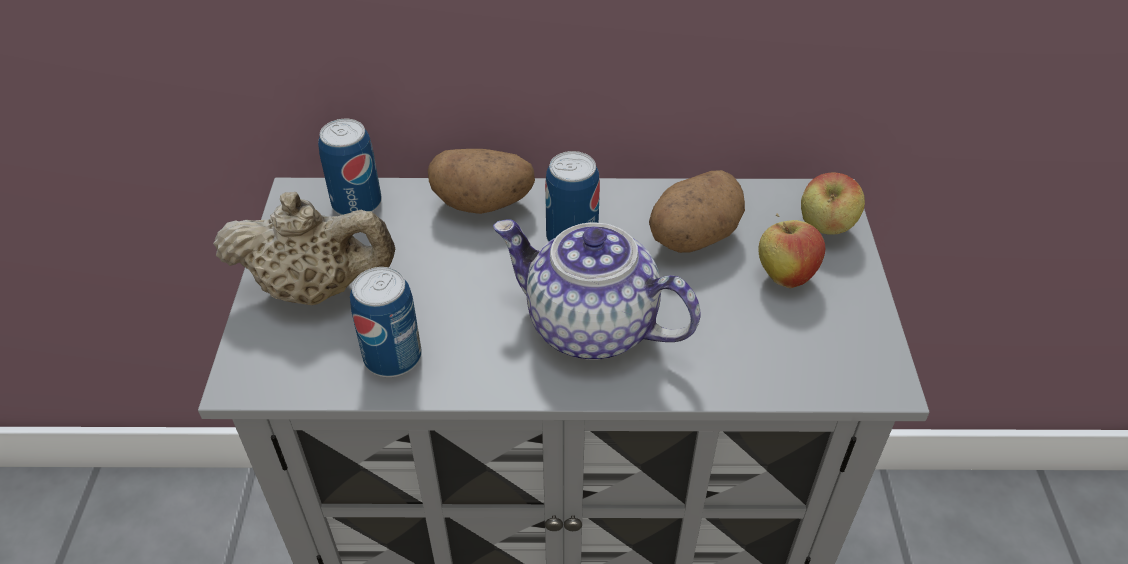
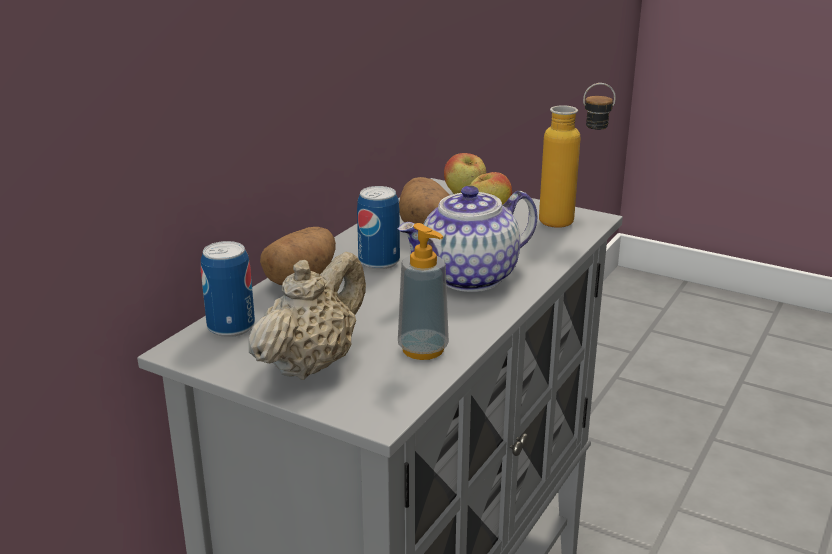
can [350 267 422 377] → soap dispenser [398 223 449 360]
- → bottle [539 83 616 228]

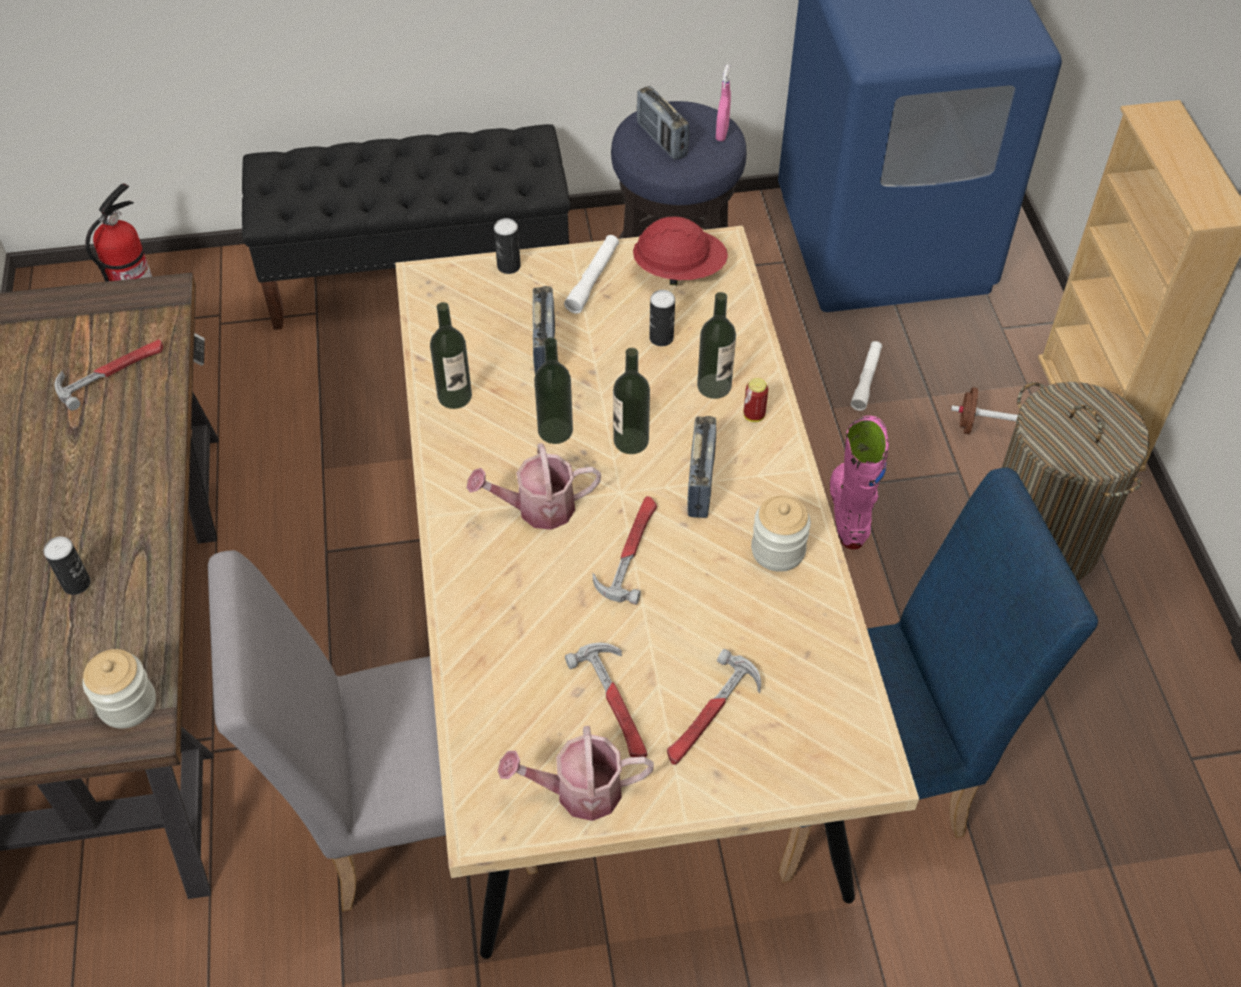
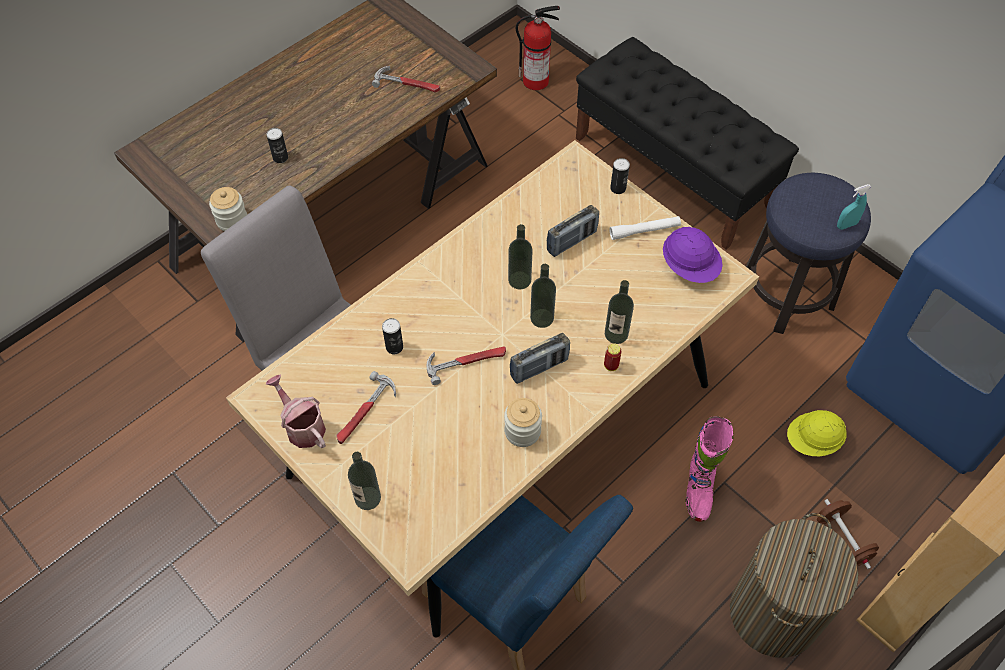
bottle [430 302 472 409] → bottle [348 452 381 510], moved
watering can [467 443 601 530] → -
red hard hat [633 216 728 285] → purple hard hat [663 227 723 283]
radio [637 86 689 160] → -
can [649 290 675 346] → can [382 318 403 354], moved
hammer [667 649 761 765] → -
pink spray bottle [716 65 731 141] → turquoise spray bottle [837 184 871 230]
pink boot [830 415 889 550] → pink boot [685 416 733 522], 135 degrees clockwise
white flashlight [851 341 882 411] → yellow hard hat [787 410 847 456]

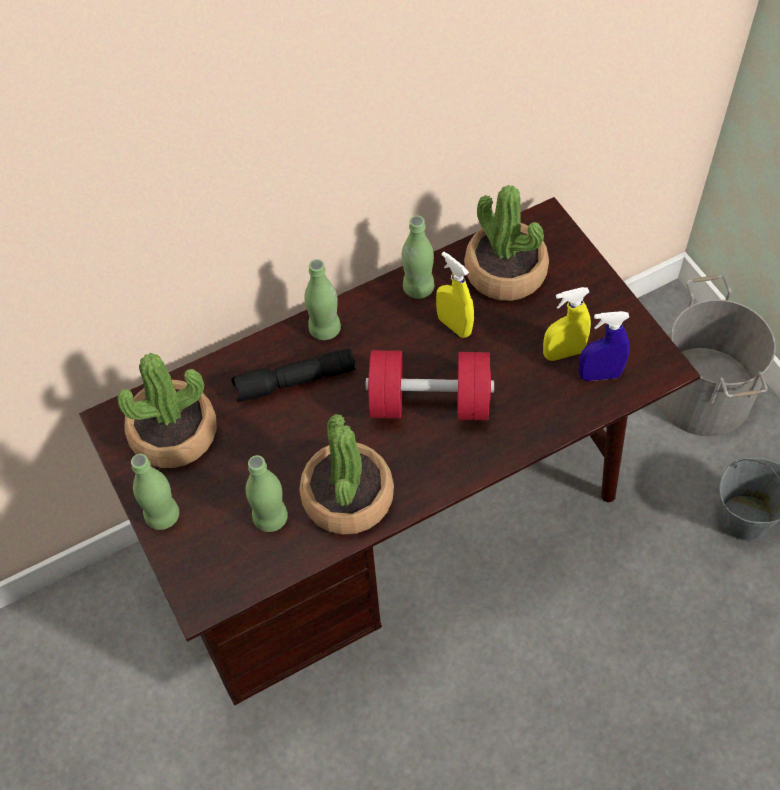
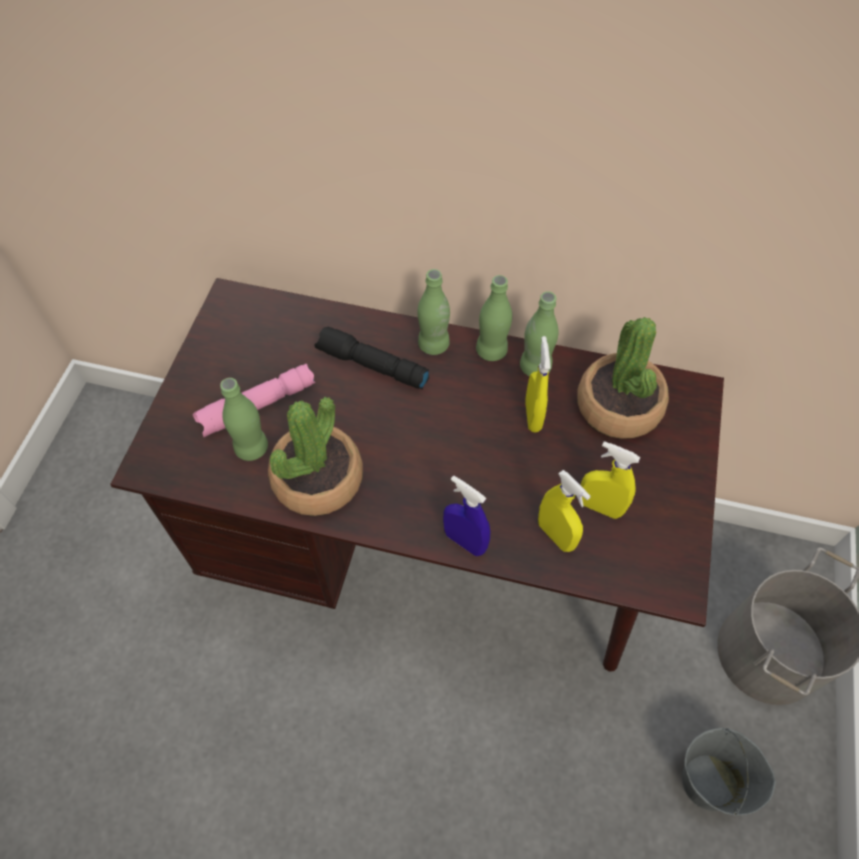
potted plant [118 353 217 468] → -
green bottle [131 454 179 530] → green bottle [476 275 512 361], moved
red dumbbell [365 350 494 420] → -
blue spray bottle [579 311 629 381] → blue spray bottle [443 476 490 556], moved
- → pink flashlight [193 364 315 437]
- → yellow spray bottle [538 470 591 552]

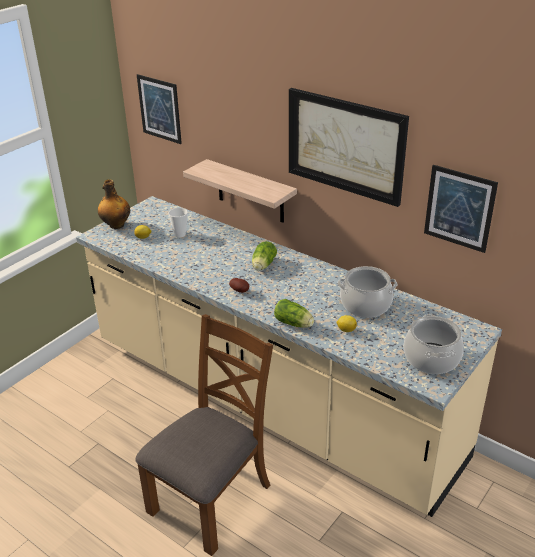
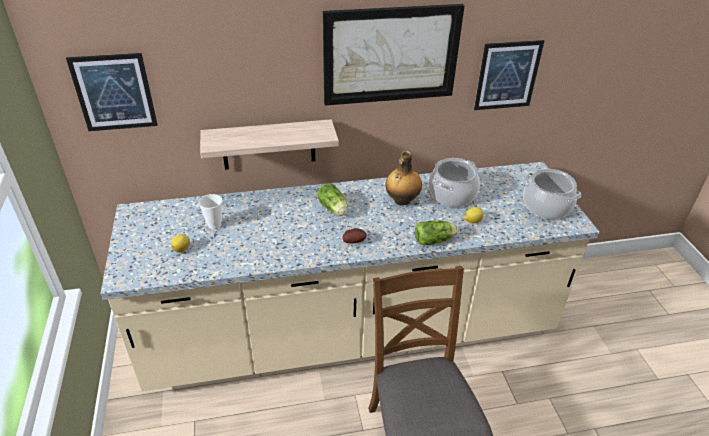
bottle [98 179 130 229] → bottle [386 151 422 206], moved

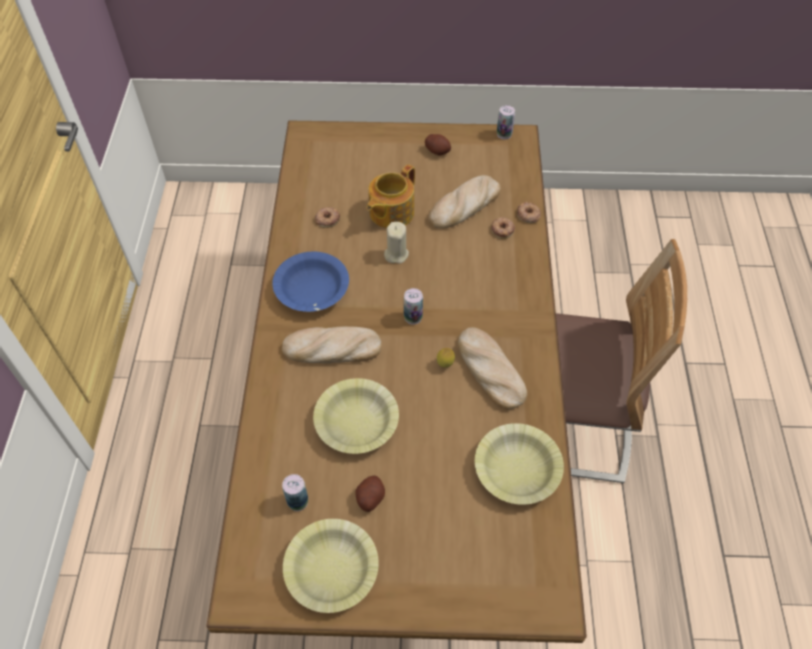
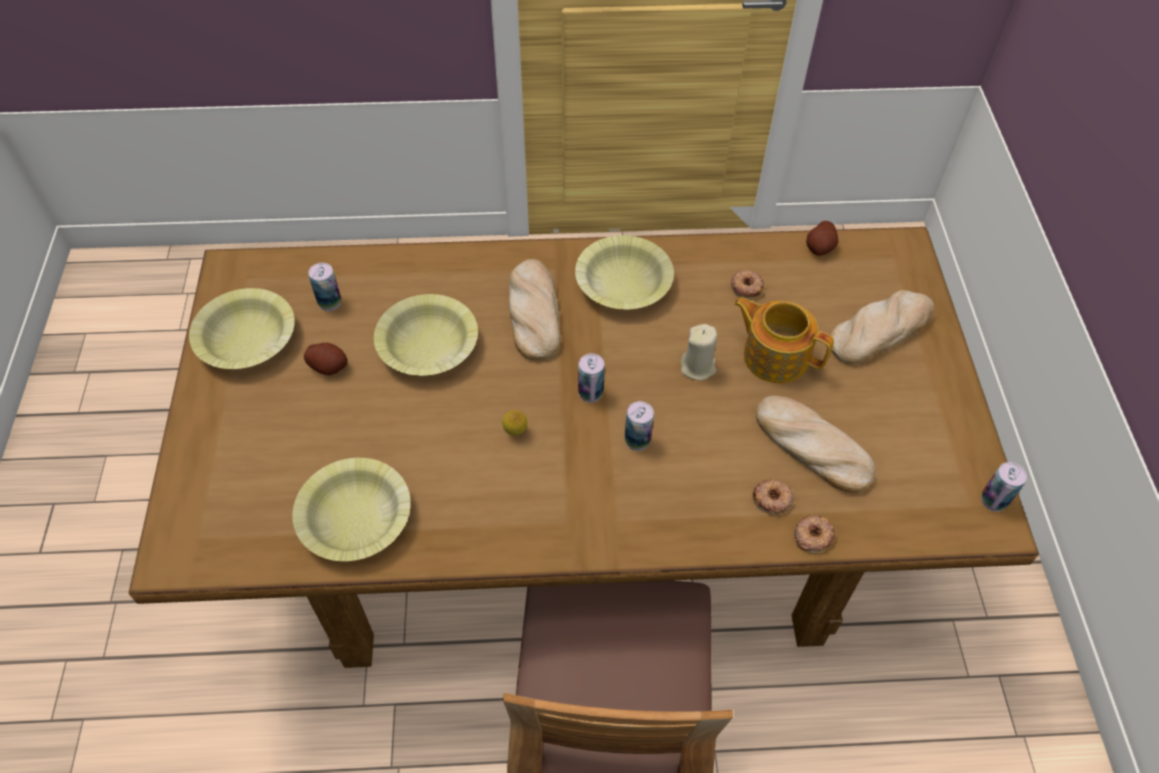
blue bowl [272 252 349 312] → yellow bowl [575 235 674 310]
potato [425 134 451 155] → potato [806 221 838 256], moved
bread [458 327 527 410] → bread [830 290 934 364], moved
- → can [625 401 654 451]

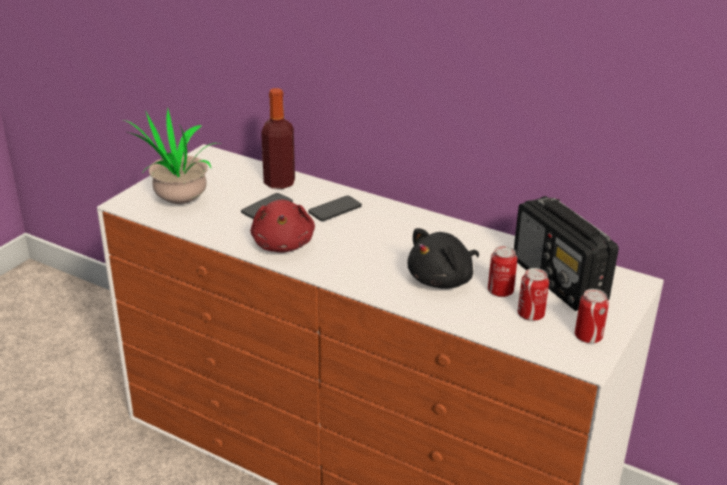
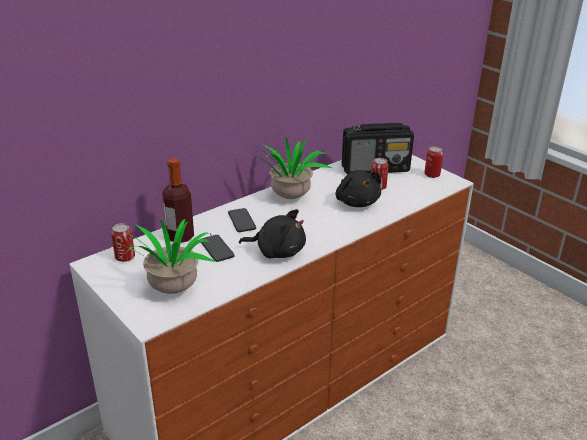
red plush toy [251 200 315 253] → black plush toy [239 209 306 259]
can [518 268 549 321] → can [111 223 135 262], moved
- → potted plant [248 138 333 199]

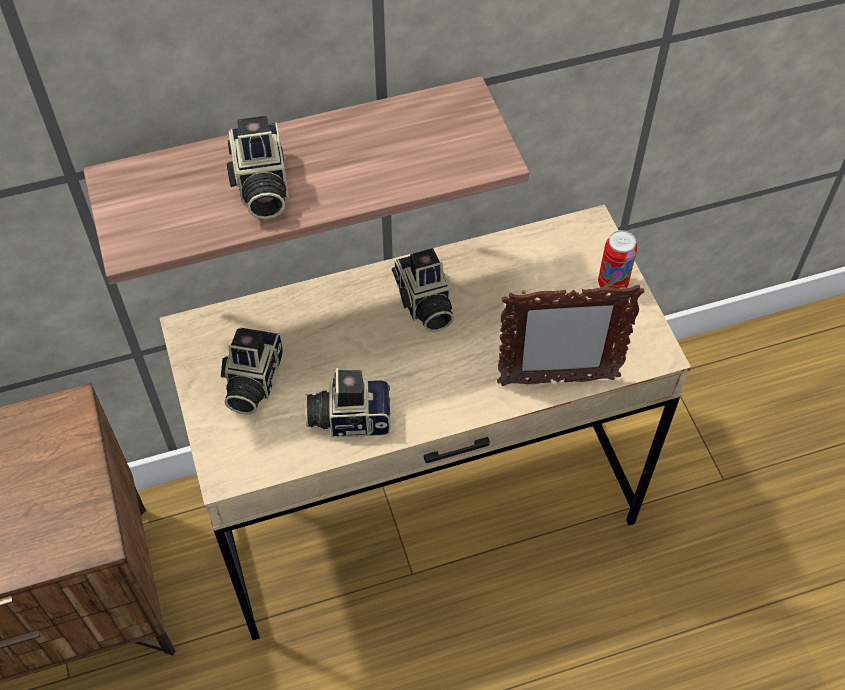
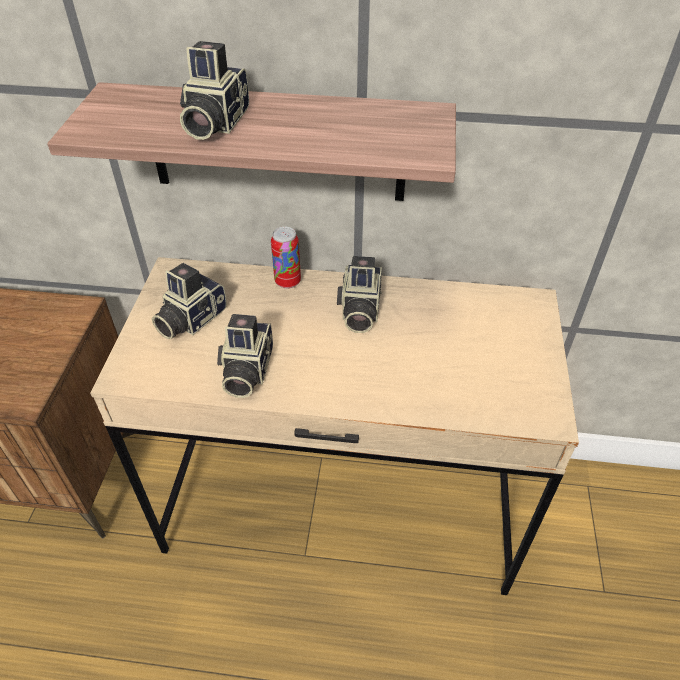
photo camera [305 368 391 437] → photo camera [217 314 273 398], 105 degrees counterclockwise
picture frame [497 283 644 386] → -
can [598 230 637 294] → can [271 227 301 289], moved

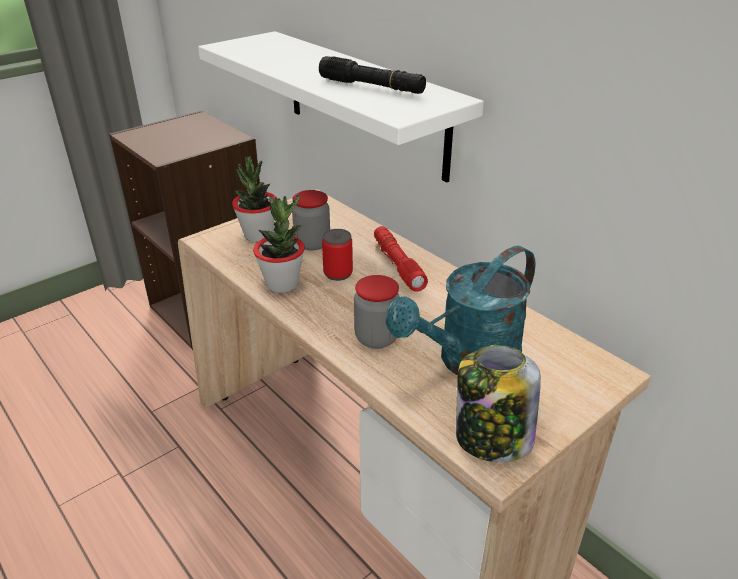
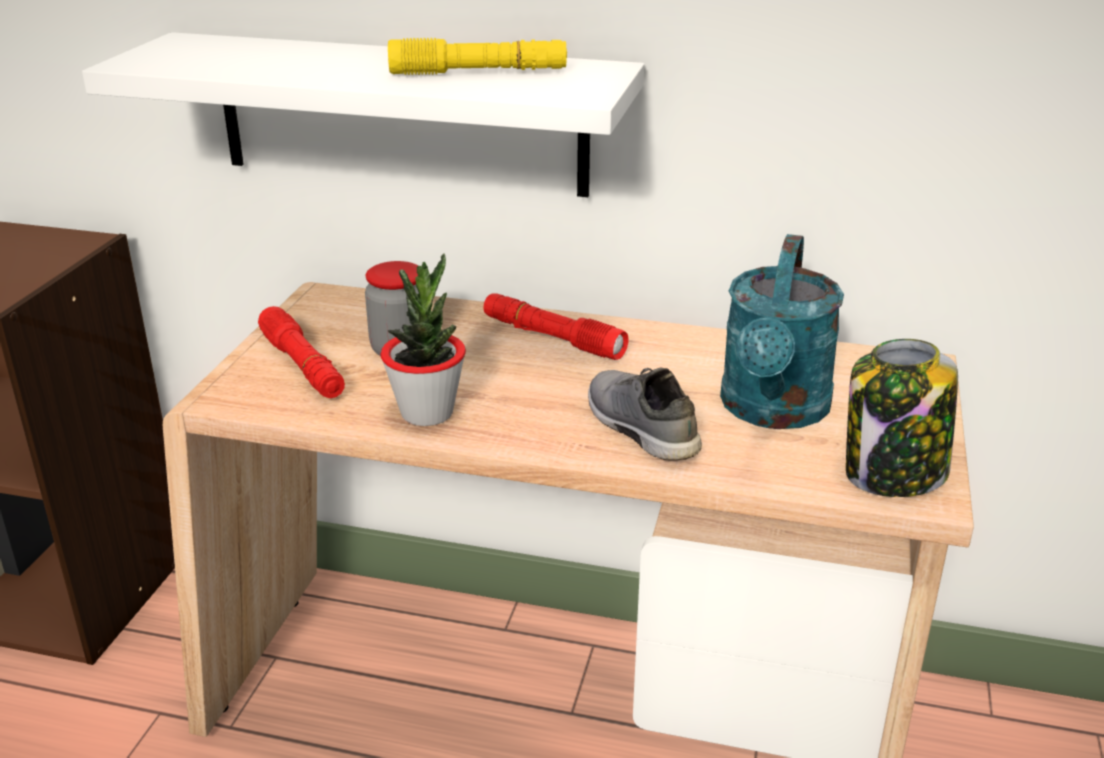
potted plant [232 156 276 242] → red flashlight [258 306 345 398]
black flashlight [319 56 426 94] → yellow flashlight [388 38 567 75]
can [322 229 353 281] → -
jar [354 275 400 349] → grey shoe [588 367 702 461]

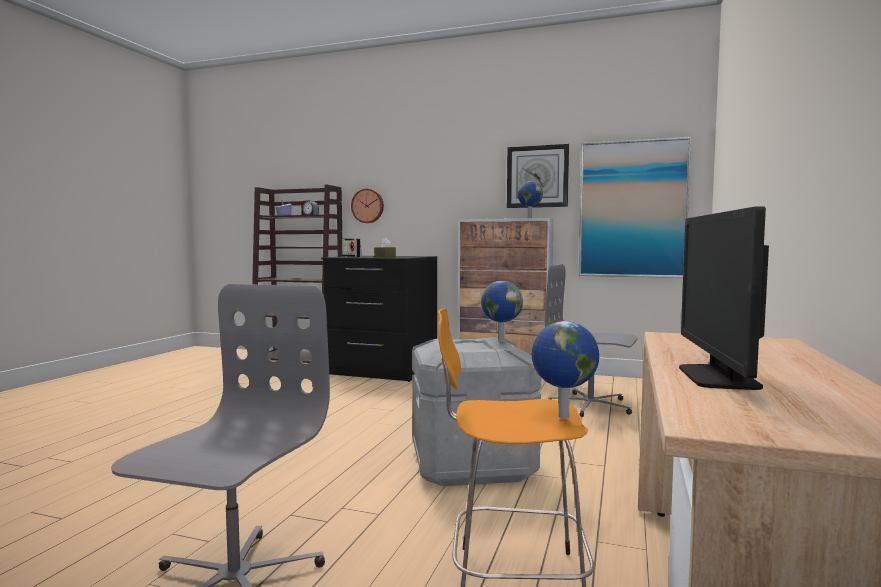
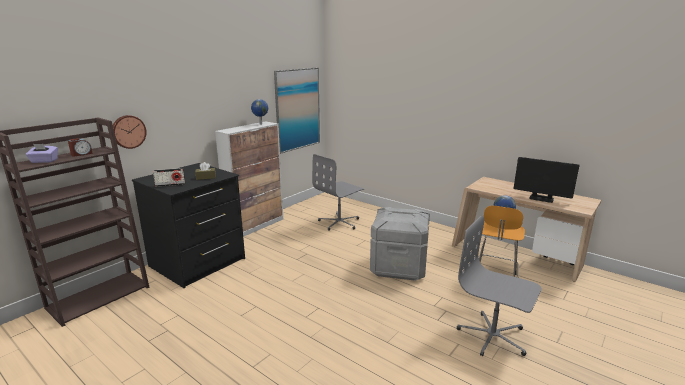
globe [481 281 523 342] → -
wall clock [507 144 569 208] → -

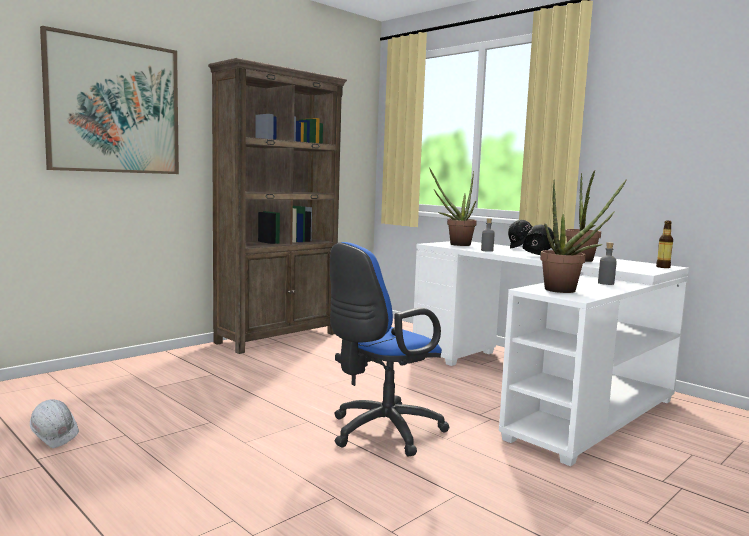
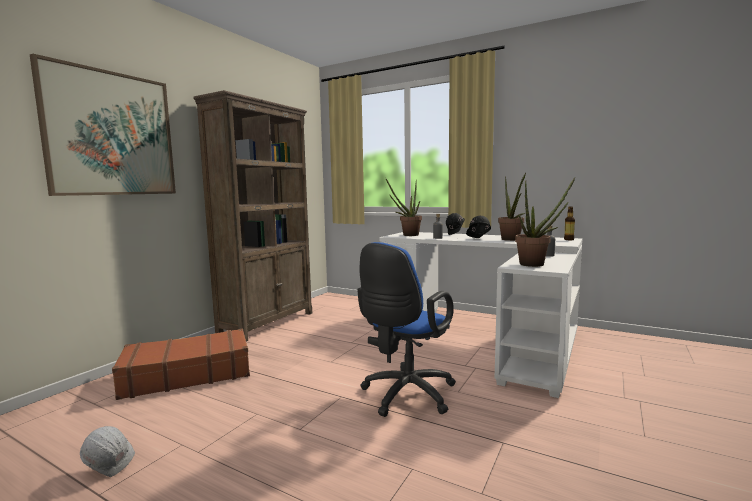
- → brown suitcase [112 328 250 400]

